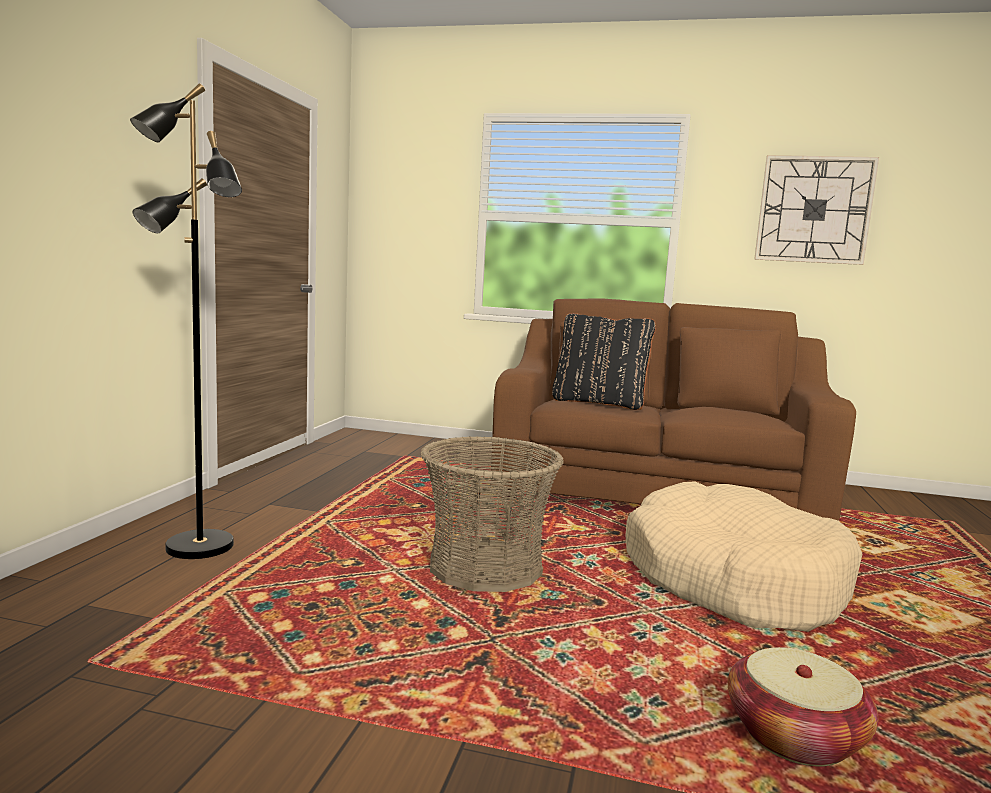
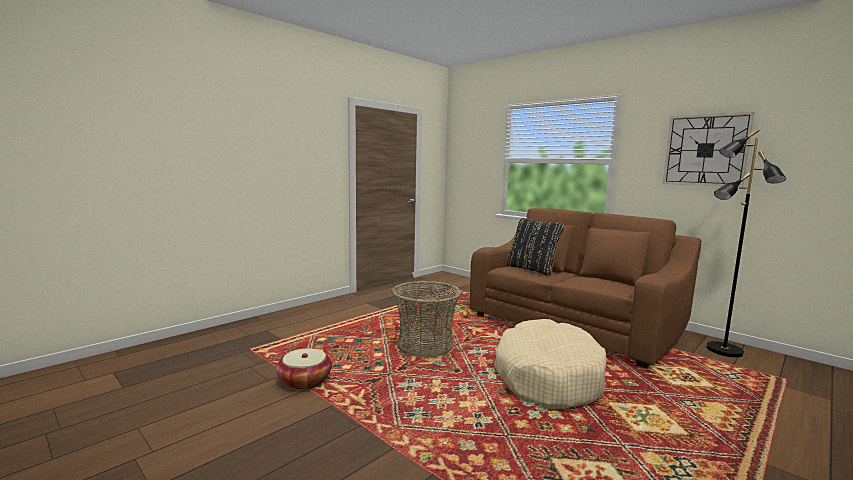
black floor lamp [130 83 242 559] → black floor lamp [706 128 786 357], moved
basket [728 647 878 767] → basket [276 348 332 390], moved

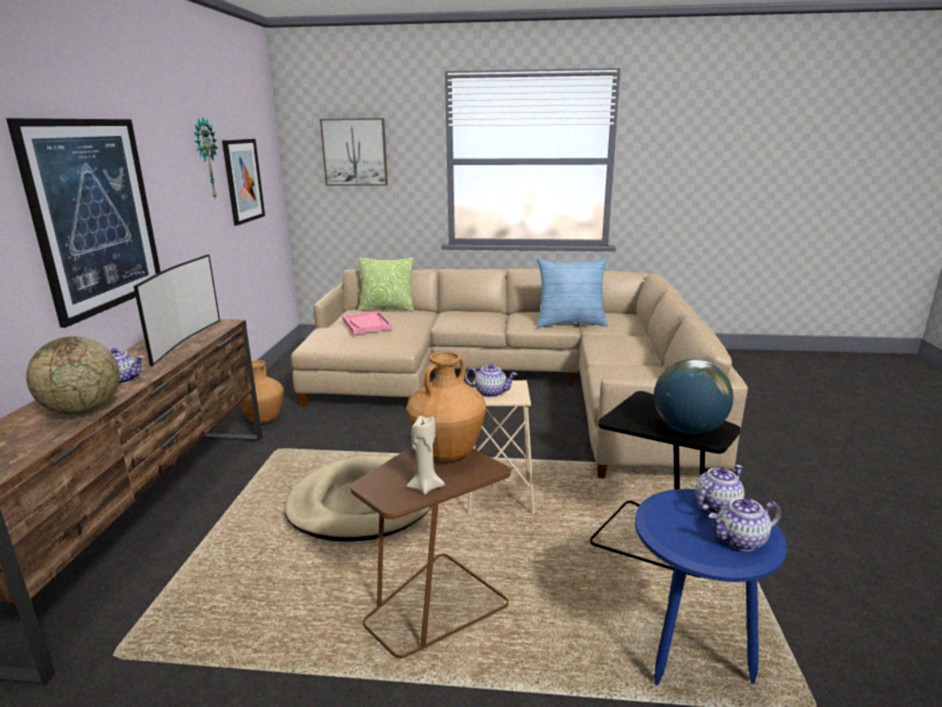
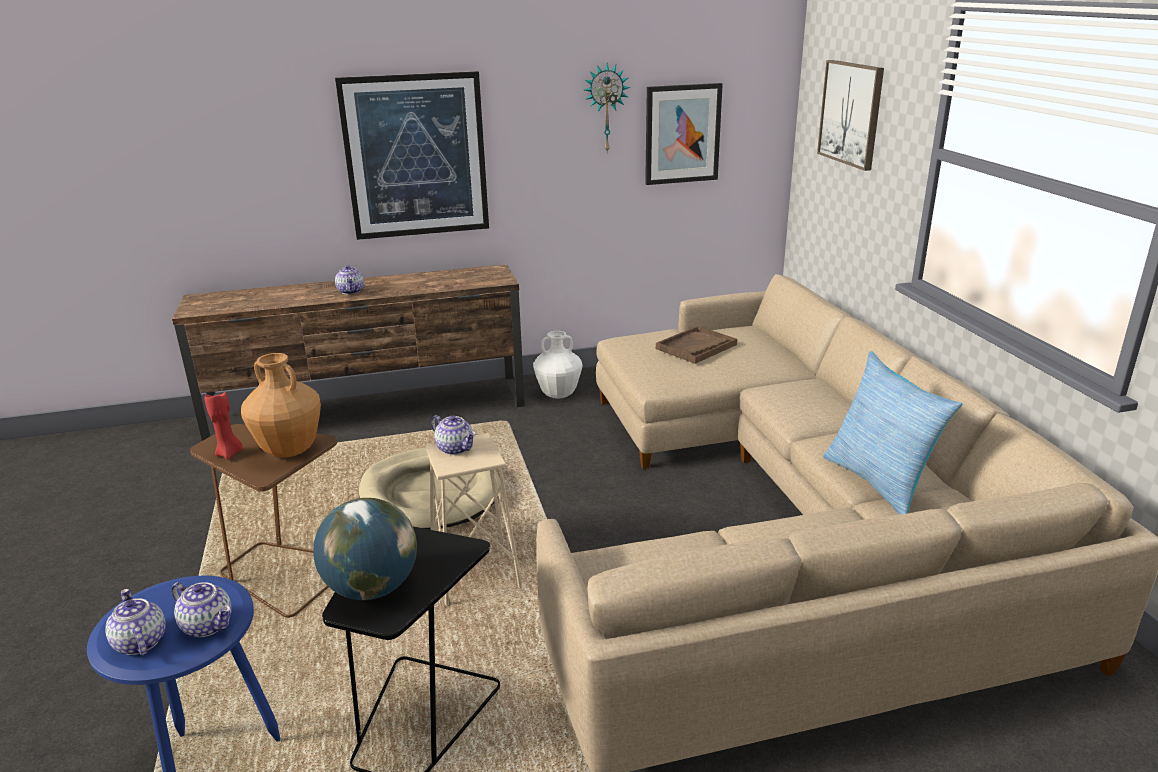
globe [26 336 119 415] → -
television [134 254 220 366] → -
brown vase [239 360 284 423] → white vase [533 331 582 399]
pink tray [342 311 393 334] → brown tray [656 326 737 364]
pillow [358 257 414 311] → -
beige candle [407 416 445 495] → red candle [204 392 243 460]
teapot [465 364 517 397] → teapot [431 415 476 455], 45 degrees counterclockwise

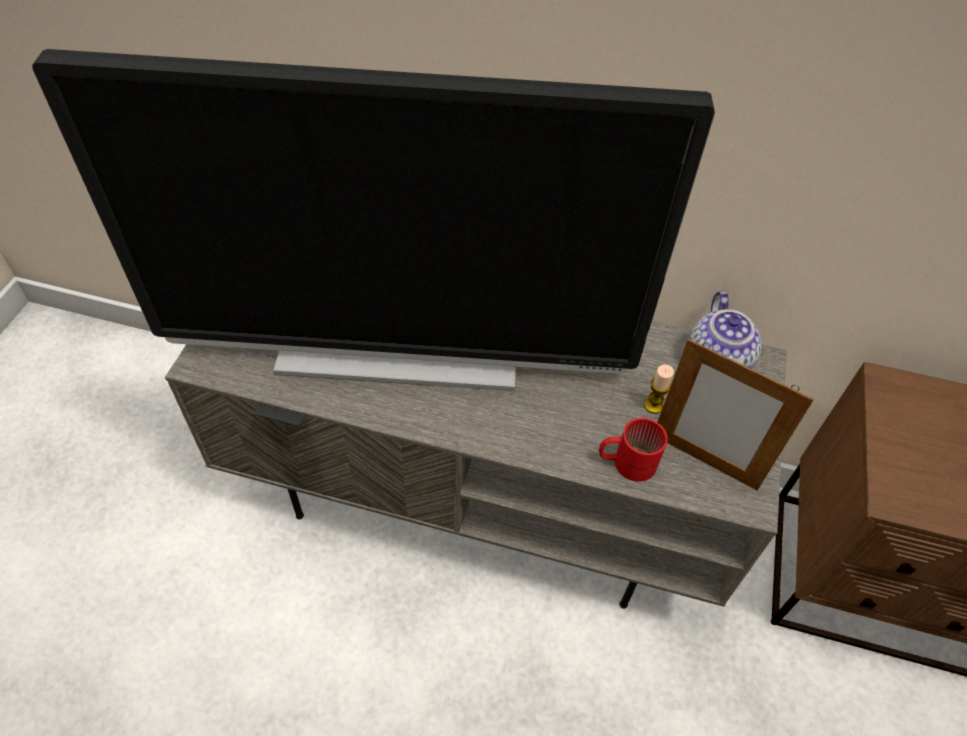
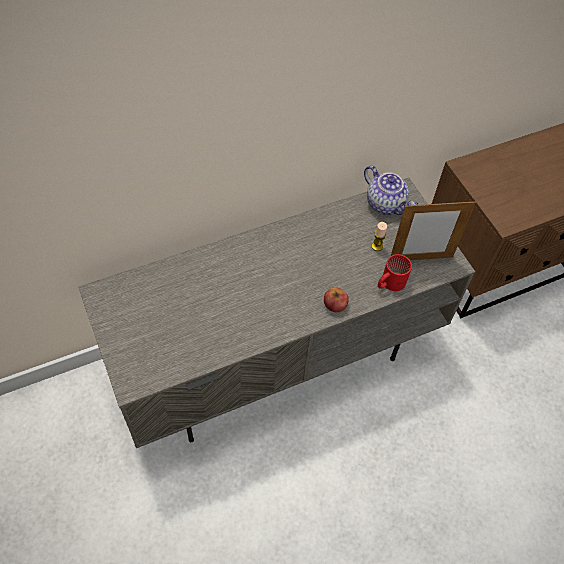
television [32 49 715 391] → -
- → apple [324 287 349 312]

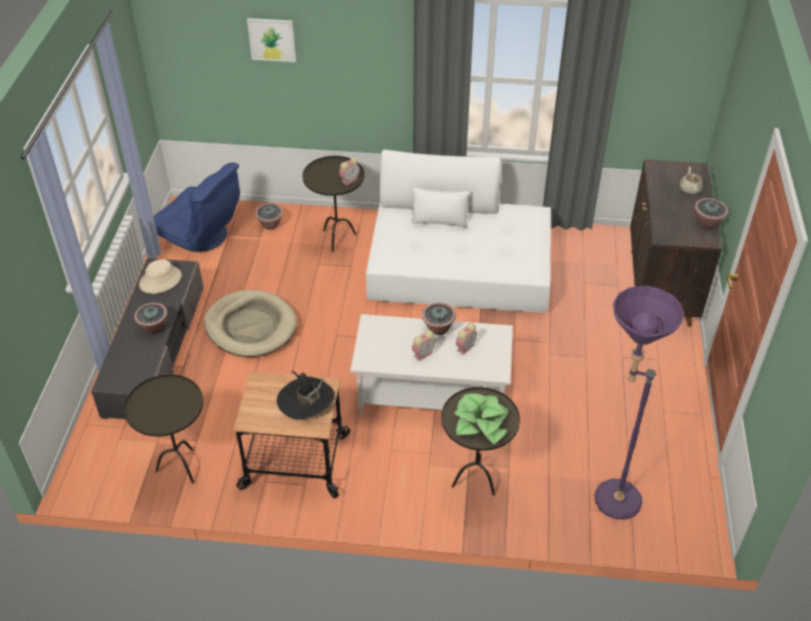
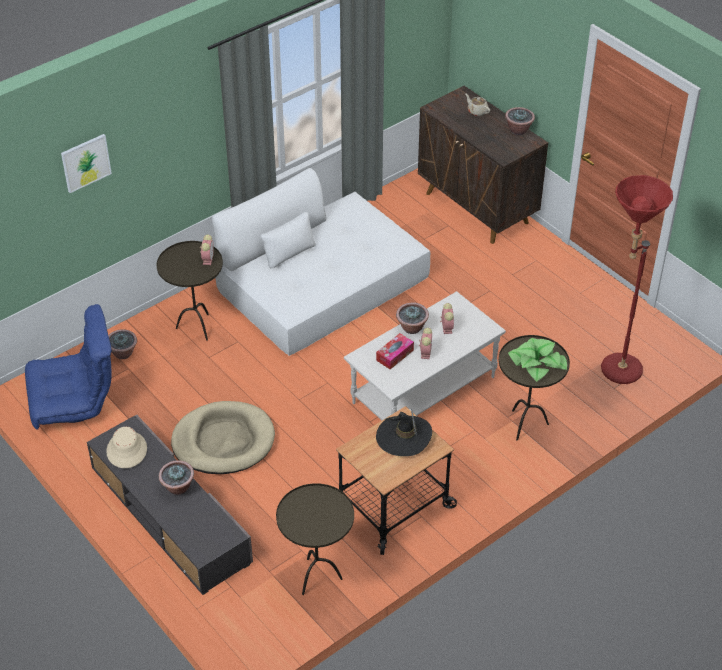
purple floor lamp [594 286 684 520] → red floor lamp [601 175 673 384]
- → tissue box [376 333 414 370]

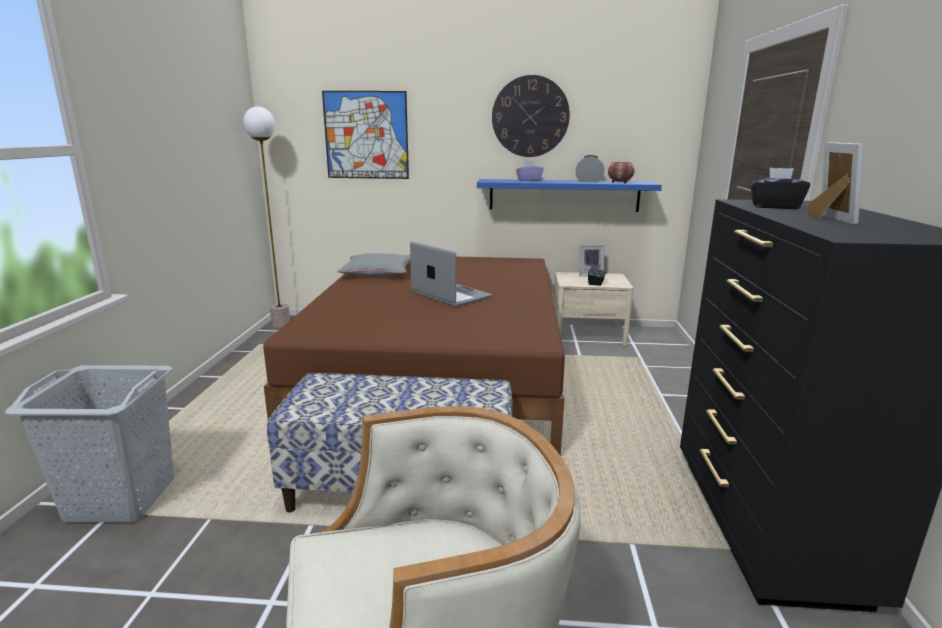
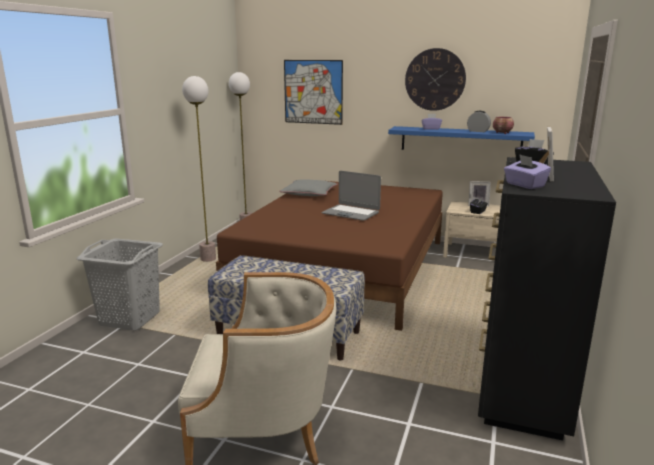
laptop [410 242 492 307] → laptop [322 171 381 221], 150 degrees clockwise
- → floor lamp [182 76 216 262]
- → purple tissue box [504 154 551 189]

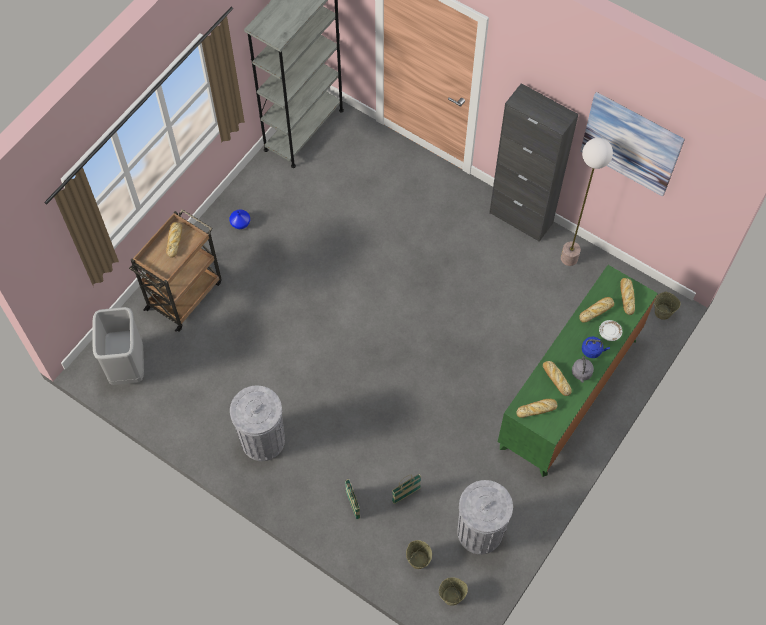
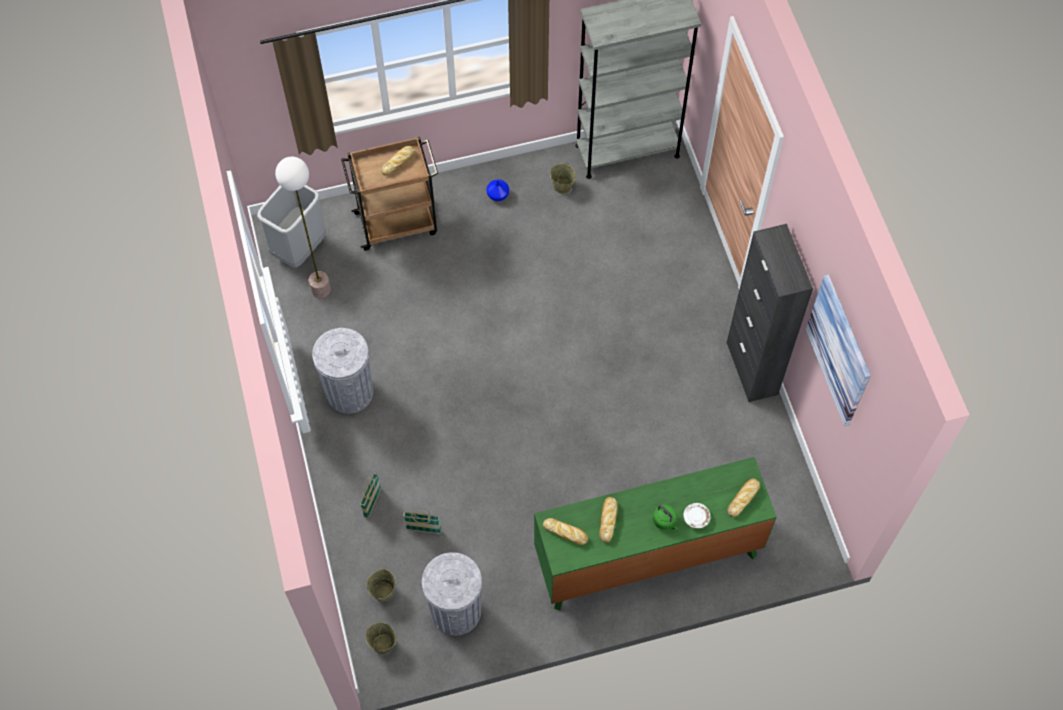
floor lamp [561 138 613 266] → floor lamp [275 157 331 298], moved
grey kettle [572 356 594 382] → -
bread [579 297 614 323] → -
blue kettle [582 337 610 358] → green kettle [653 505 678 530]
beige bucket [654 292 680 320] → beige bucket [550 163 576 194], moved

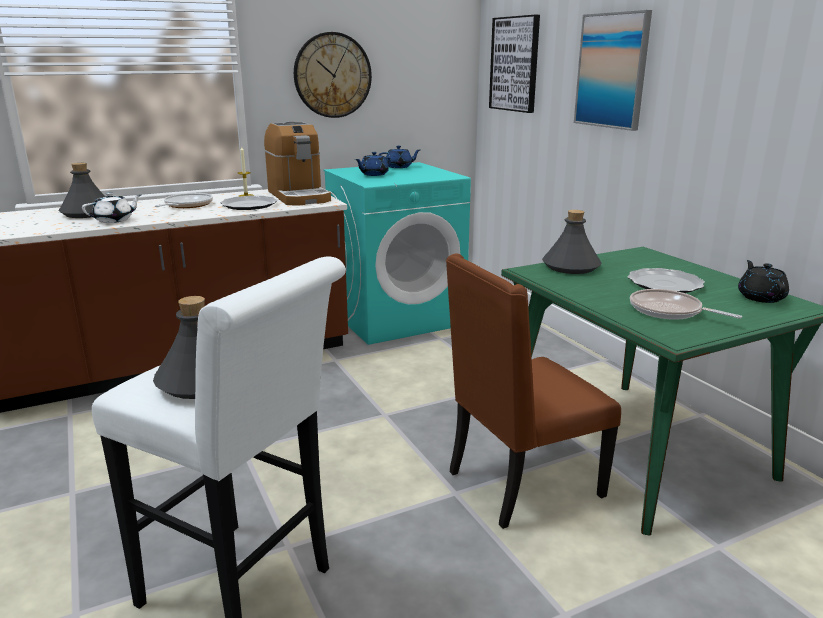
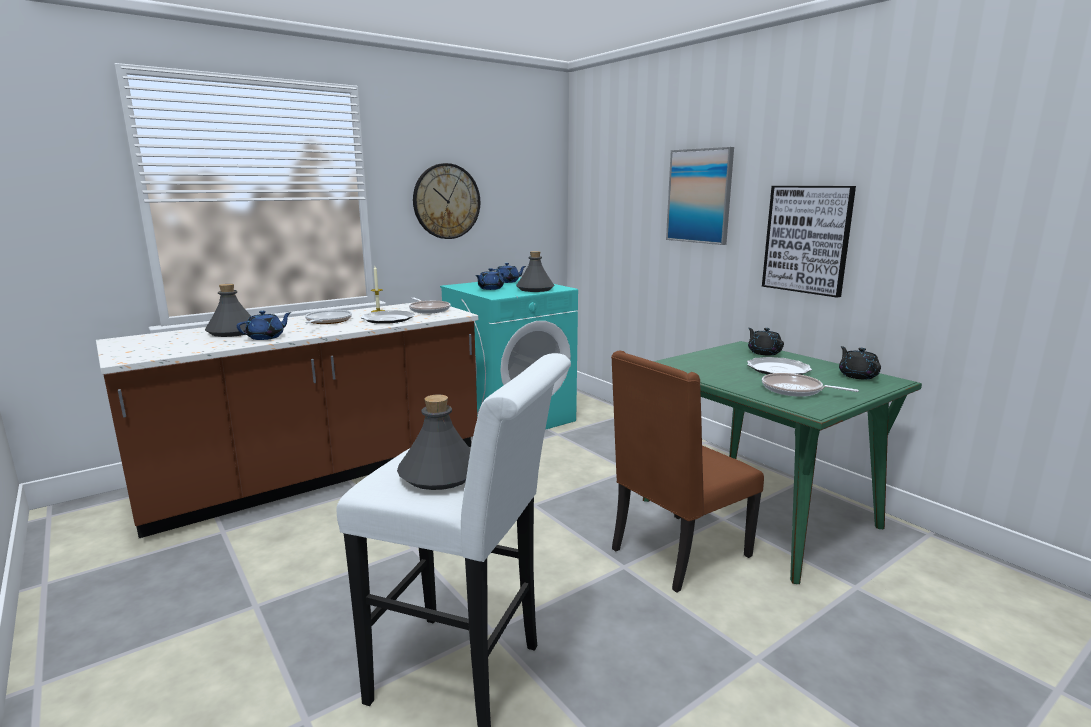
white teapot [82 192 141 223] → blue teapot [237 311 292 340]
coffee machine [264 121 331 206] → frying pan [409 297 451 314]
picture [489 15 540 113] → picture [762 186 856 297], moved
grey bottle [542 210 602 274] → grey bottle [516 251 555 292], moved
- → black teapot [748 328 784 355]

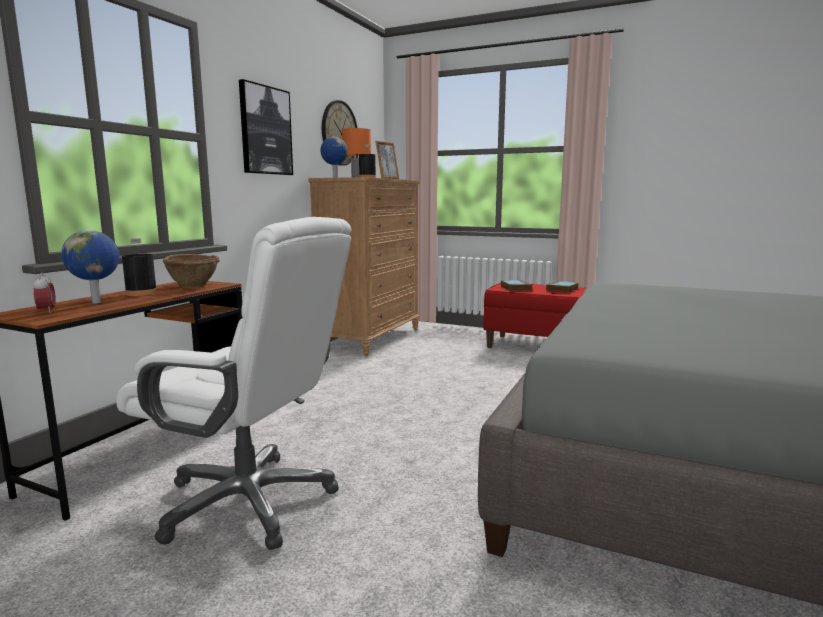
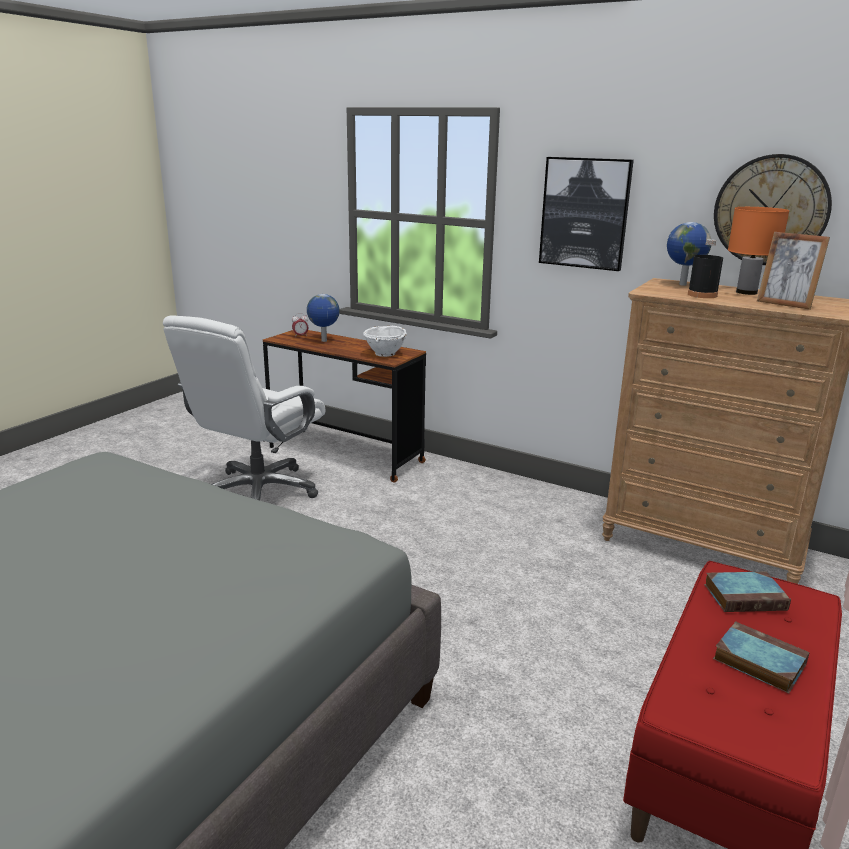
black bottle [122 238 157 296] → -
brown bowl [163 254 219 288] → white bowl [363 326 407 357]

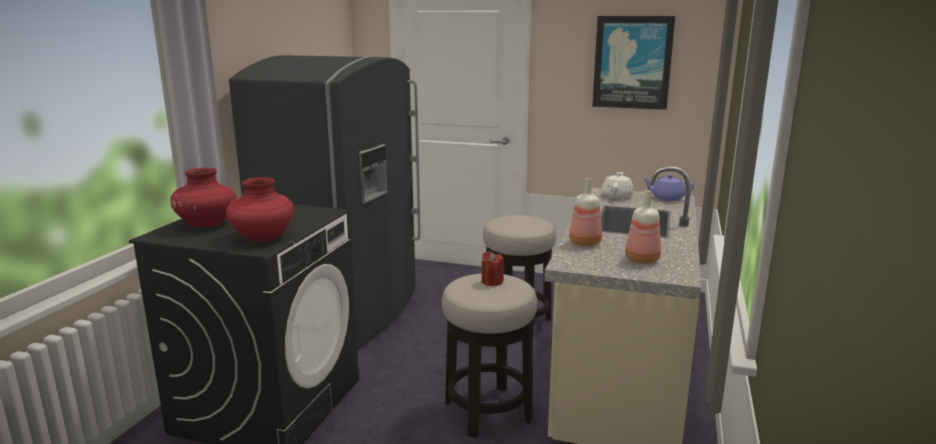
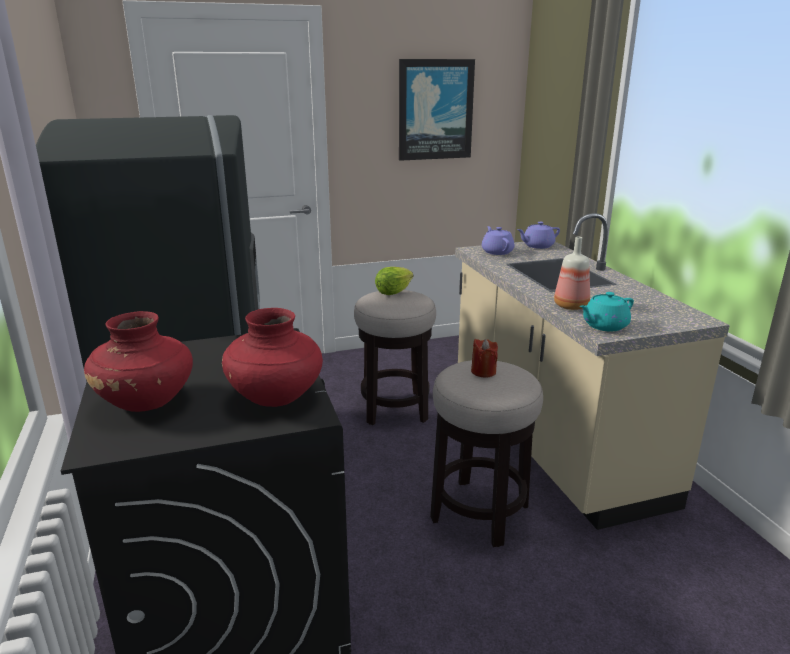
white teapot [602 172 634 199] → purple teapot [482 226 515 255]
bottle [625 190 661 263] → -
- → lettuce [375 267 413 295]
- → turquoise teapot [580 292 634 331]

